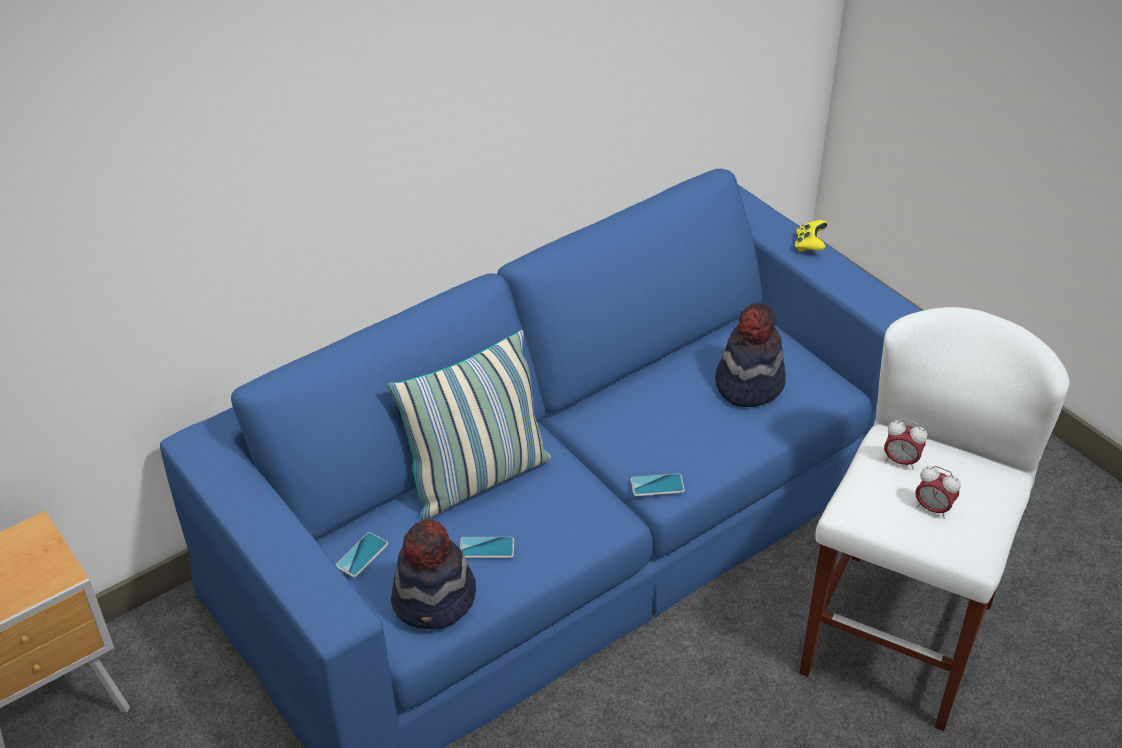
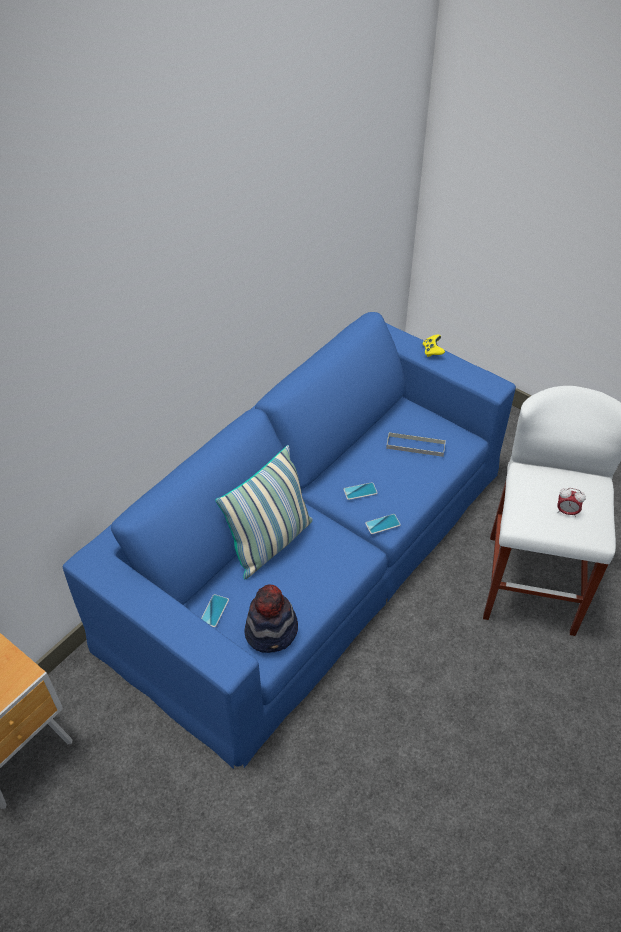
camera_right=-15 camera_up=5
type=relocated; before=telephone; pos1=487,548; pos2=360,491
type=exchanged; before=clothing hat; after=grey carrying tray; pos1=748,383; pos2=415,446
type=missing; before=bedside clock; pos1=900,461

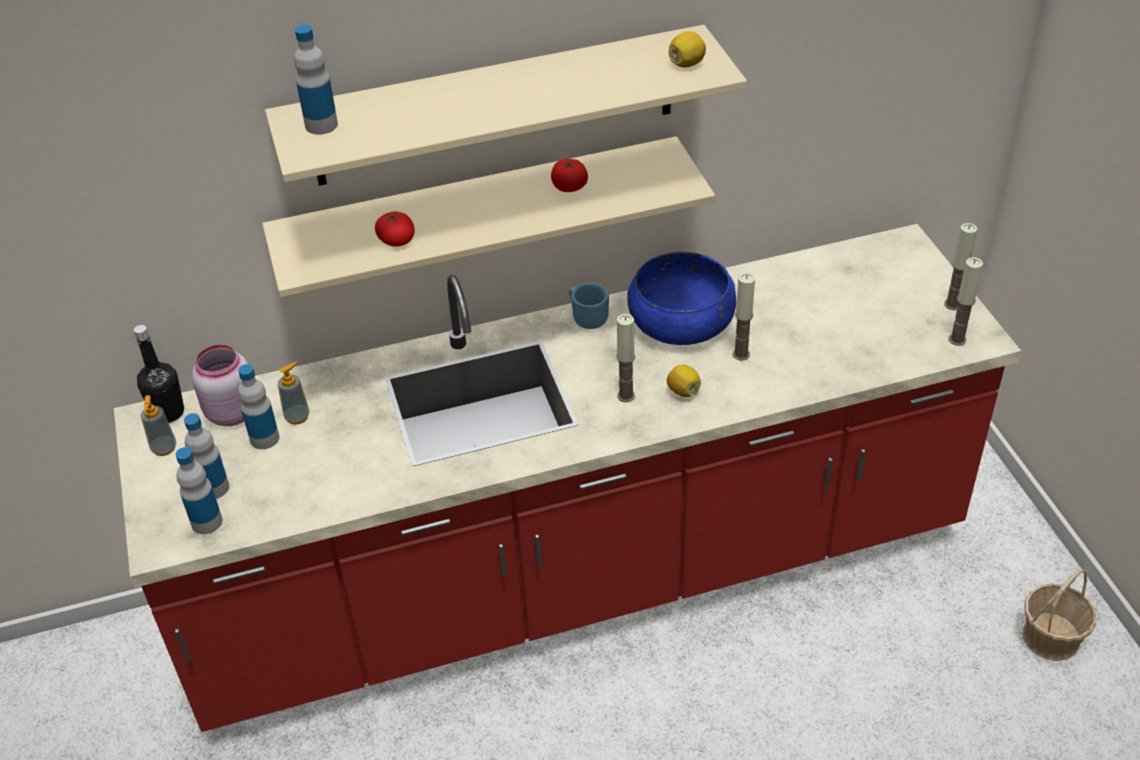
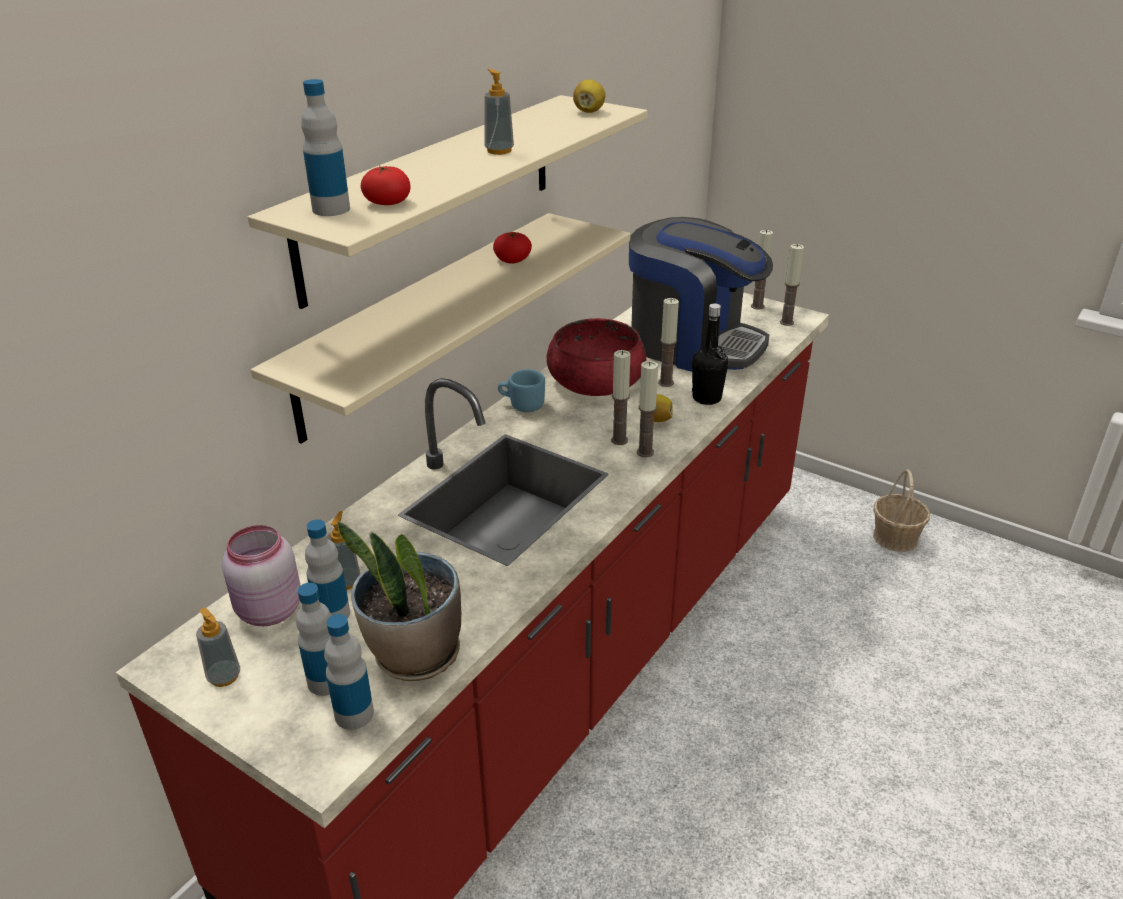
camera_right=-40 camera_up=-10
type=appeared; after=houseplant; pos2=415,655
type=relocated; before=whole tomato; pos1=396,240; pos2=387,202
type=appeared; after=soap dispenser; pos2=499,151
type=colour; before=bluish deep dish; after=red-coloured deep dish; pos1=680,320; pos2=596,380
type=appeared; after=coffee maker; pos2=693,344
type=appeared; after=wax light; pos2=645,452
type=relocated; before=blackish drink bottle; pos1=168,412; pos2=706,398

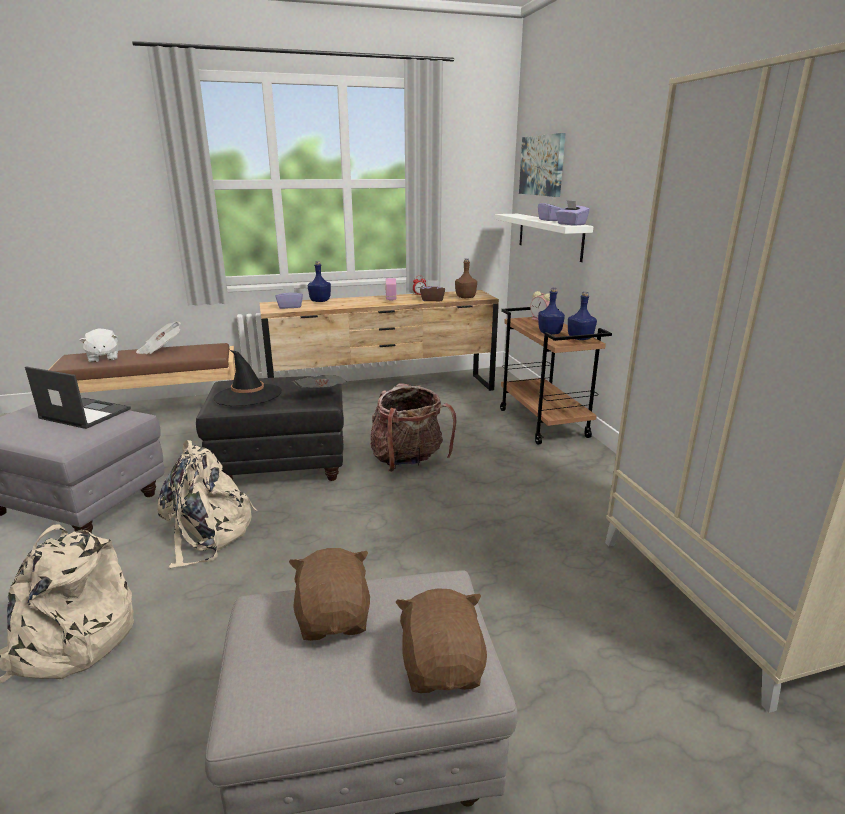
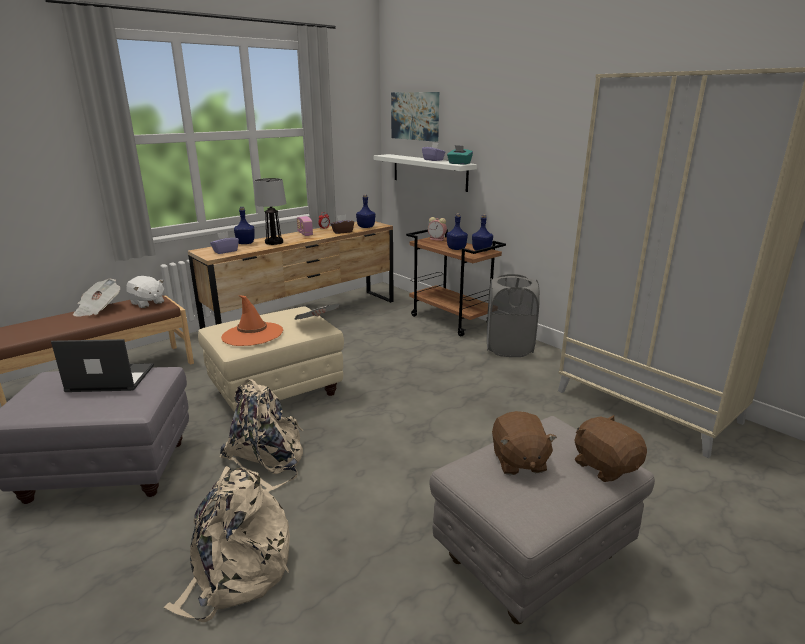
camera_right=-25 camera_up=0
type=relocated; before=white-coloured cuddly toy; pos1=103,358; pos2=147,303
type=colour; before=blackish pouffe; after=beige pouffe; pos1=282,465; pos2=276,393
type=colour; before=blackish clothing hat; after=orange-coloured clothing hat; pos1=248,395; pos2=252,334
type=appeared; after=tabletop lamp; pos2=274,242
type=colour; before=brown drink bottle; after=bluish drink bottle; pos1=465,297; pos2=365,227
type=colour; before=purplish box of tissues; after=blue-green box of tissues; pos1=570,224; pos2=459,163
type=appeared; after=grey laundry basket; pos2=509,348
type=spun; before=brown cuddly toy; pos1=334,618; pos2=518,461; turn=-150
type=missing; before=rucksack; pos1=408,460

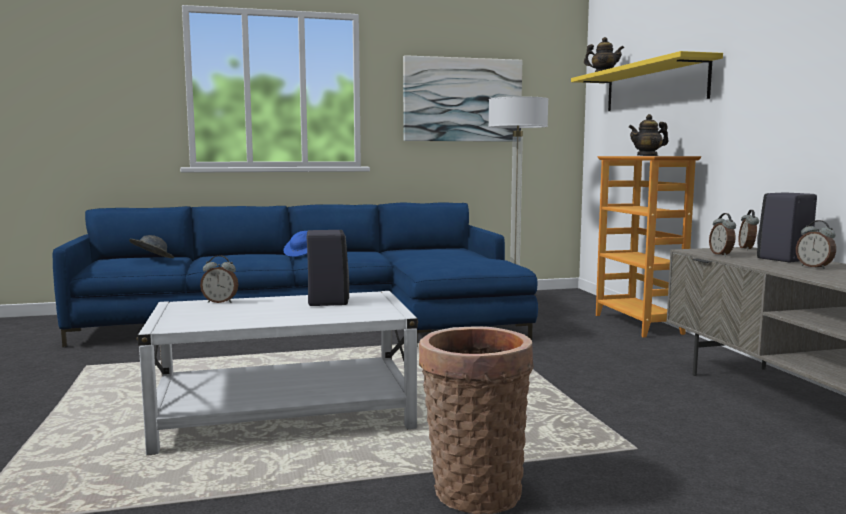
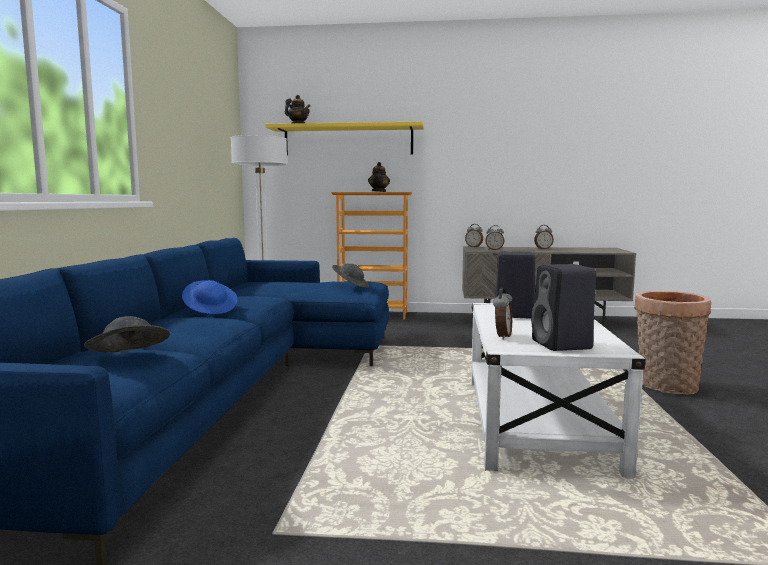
camera_right=-70 camera_up=0
type=appeared; after=grey clothing hat; pos2=350,286
type=relocated; before=blackish loudspeaker; pos1=783,259; pos2=563,345
type=missing; before=wall picture; pos1=462,100

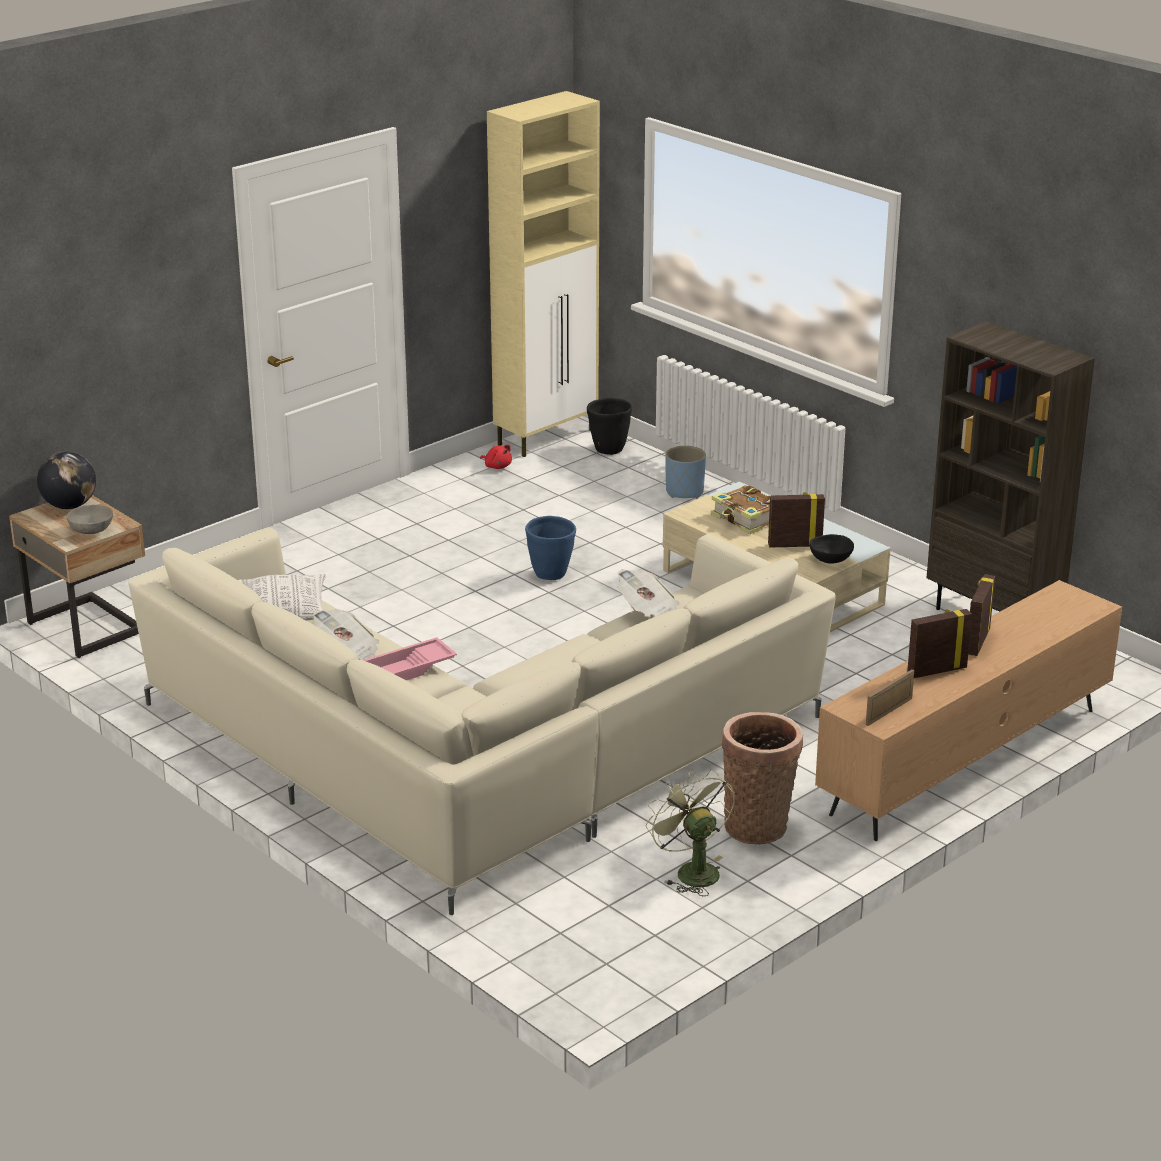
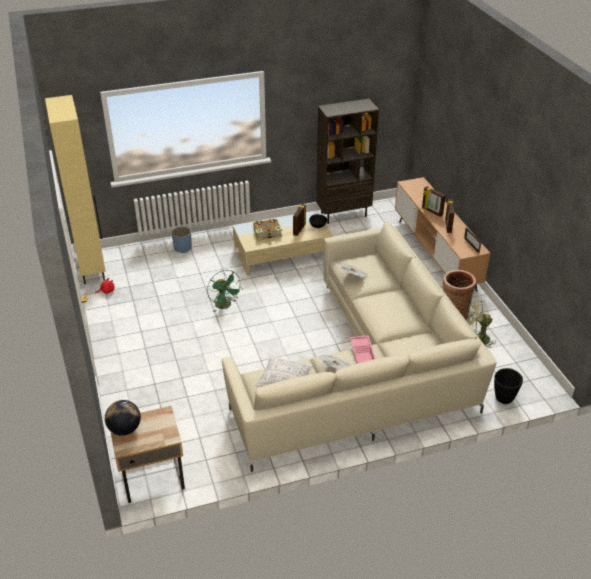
camera_right=-65 camera_up=10
type=exchanged; before=bluish plant pot; after=greenish fan; pos1=551,575; pos2=225,306
type=relocated; before=blackish plant pot; pos1=608,450; pos2=503,399
type=missing; before=grey deep dish; pos1=92,531

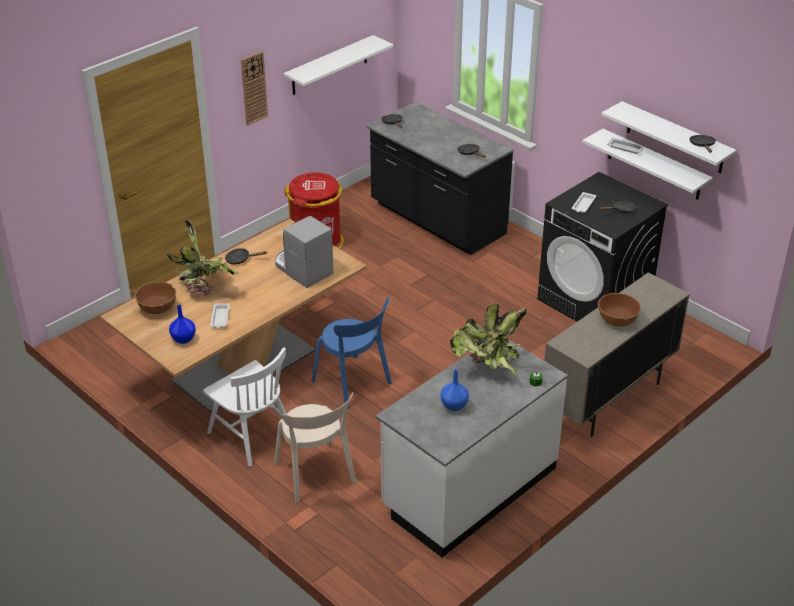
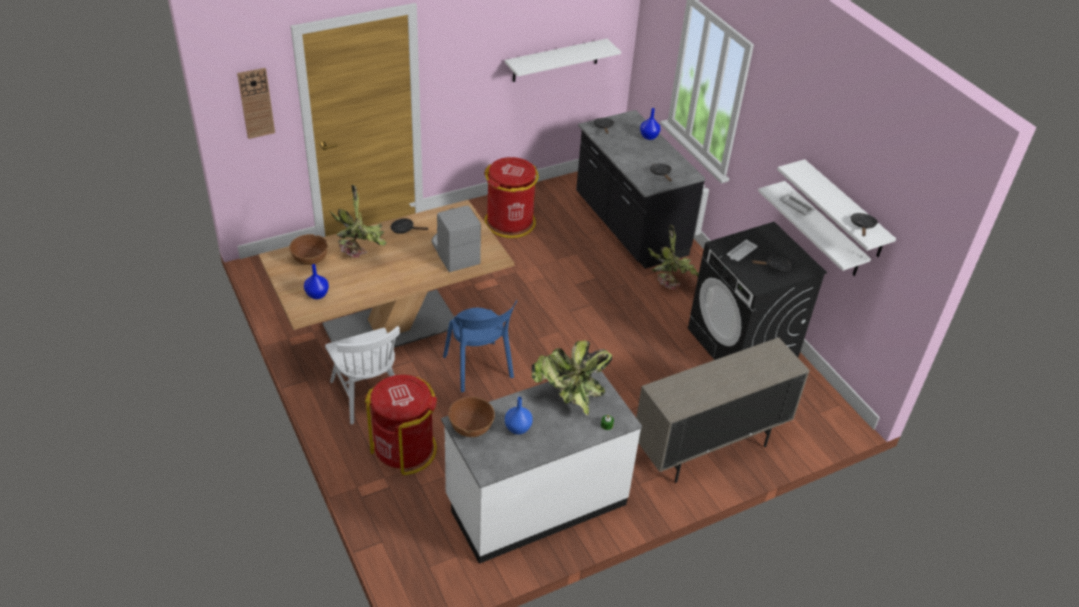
camera_right=15 camera_up=5
type=relocated; before=hanging clock; pos1=254,88; pos2=256,103
type=exchanged; before=beige upright chair; after=red-coloured trash can; pos1=316,475; pos2=404,449
type=relocated; before=brown deep dish; pos1=617,320; pos2=471,427
type=appeared; after=bluish flower vase; pos2=649,136
type=appeared; after=houseplant; pos2=673,282
type=missing; before=white-coloured carrying tray; pos1=220,318

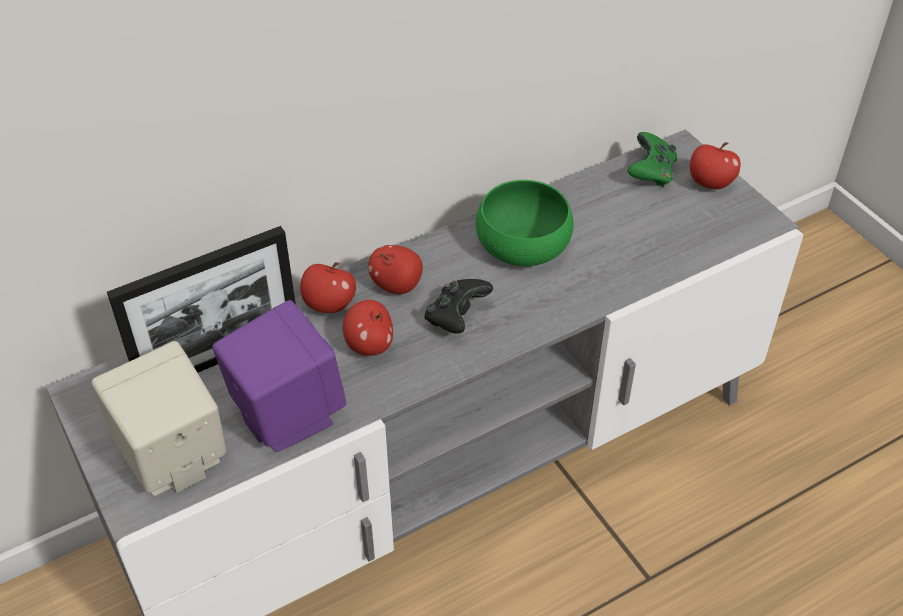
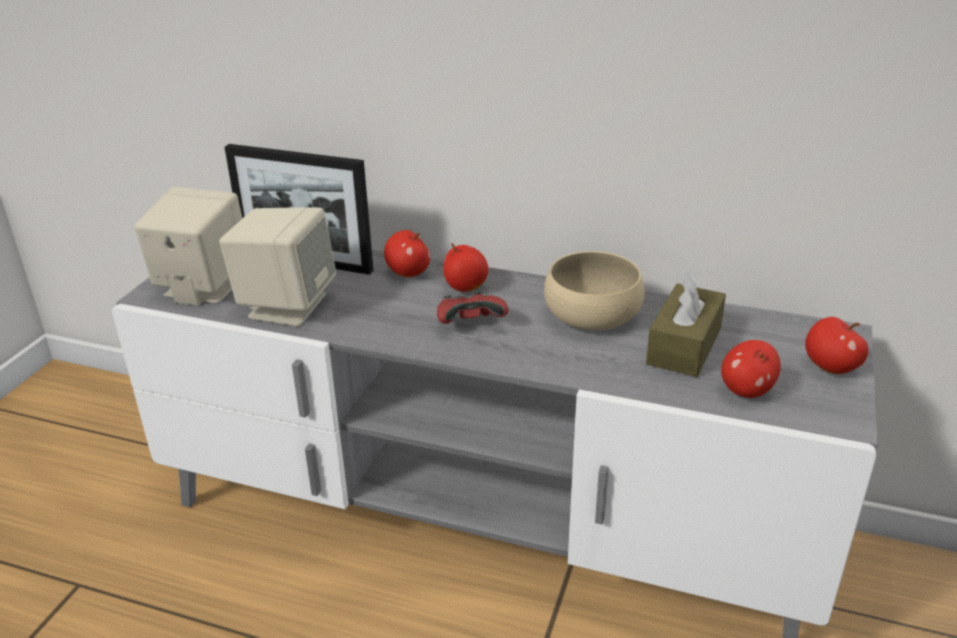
camera_right=50 camera_up=-15
type=colour; before=purplish loudspeaker; after=beige loudspeaker; pos1=286,414; pos2=286,306
type=colour; before=blackish gamepad; after=red-coloured gamepad; pos1=456,317; pos2=470,324
type=colour; before=greenish deep dish; after=beige deep dish; pos1=523,244; pos2=592,315
type=appeared; after=brown box of tissues; pos2=684,346
type=relocated; before=apple fruit; pos1=369,345; pos2=746,391
type=missing; before=greenish gamepad; pos1=651,173

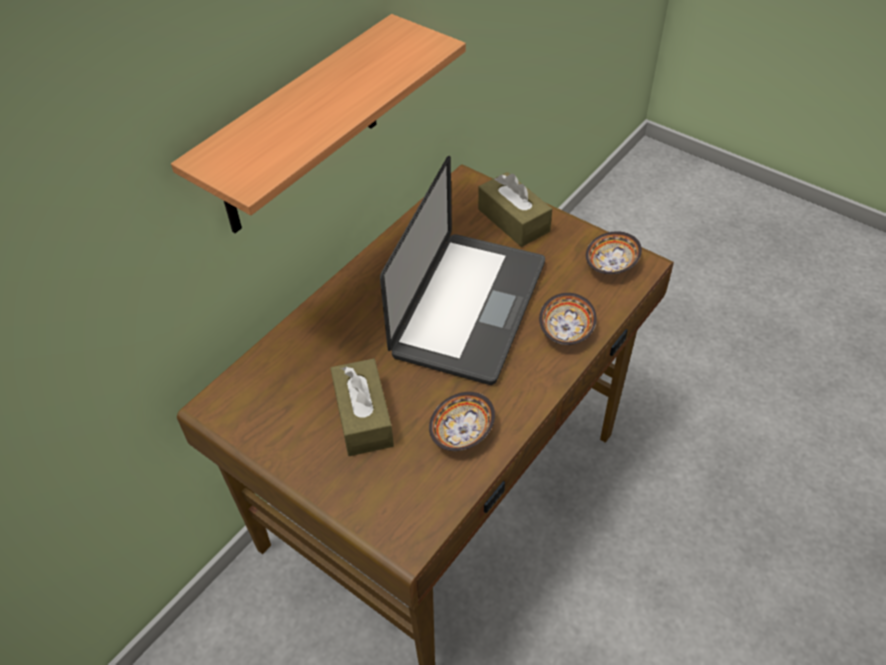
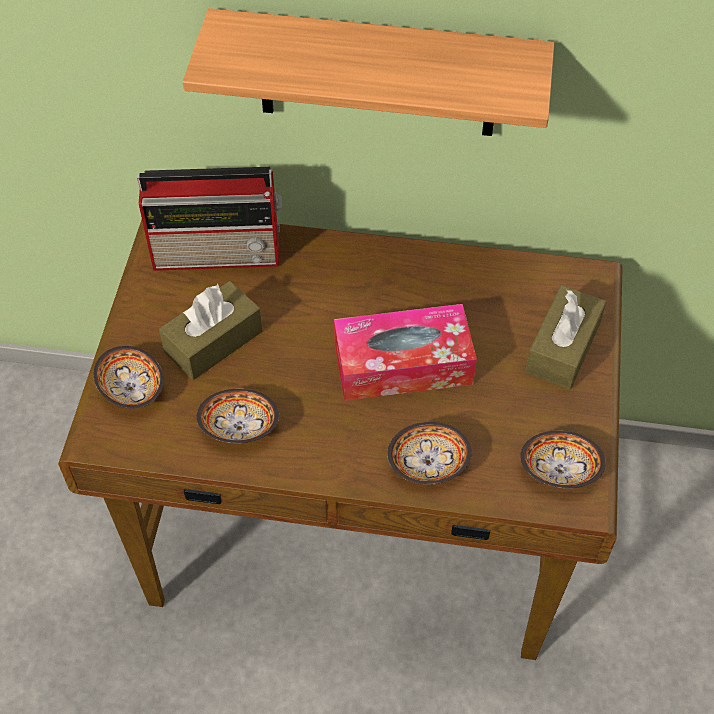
camera_right=60 camera_up=5
type=appeared; after=deep dish; pos2=132,389
type=appeared; after=radio; pos2=220,252
type=exchanged; before=notebook computer; after=box of tissues; pos1=469,308; pos2=402,364

